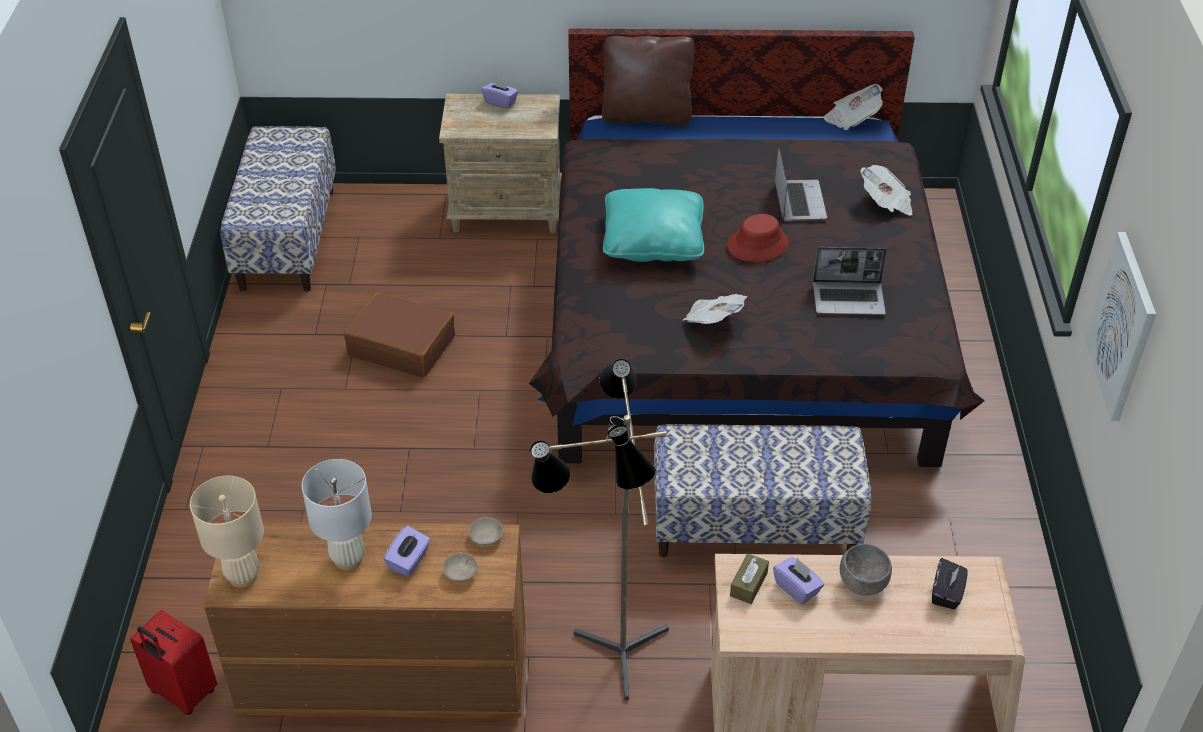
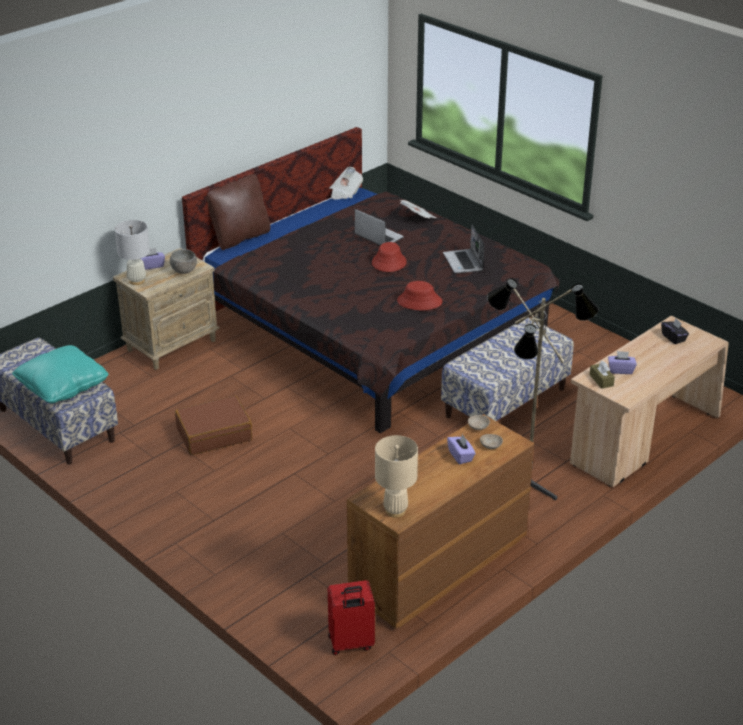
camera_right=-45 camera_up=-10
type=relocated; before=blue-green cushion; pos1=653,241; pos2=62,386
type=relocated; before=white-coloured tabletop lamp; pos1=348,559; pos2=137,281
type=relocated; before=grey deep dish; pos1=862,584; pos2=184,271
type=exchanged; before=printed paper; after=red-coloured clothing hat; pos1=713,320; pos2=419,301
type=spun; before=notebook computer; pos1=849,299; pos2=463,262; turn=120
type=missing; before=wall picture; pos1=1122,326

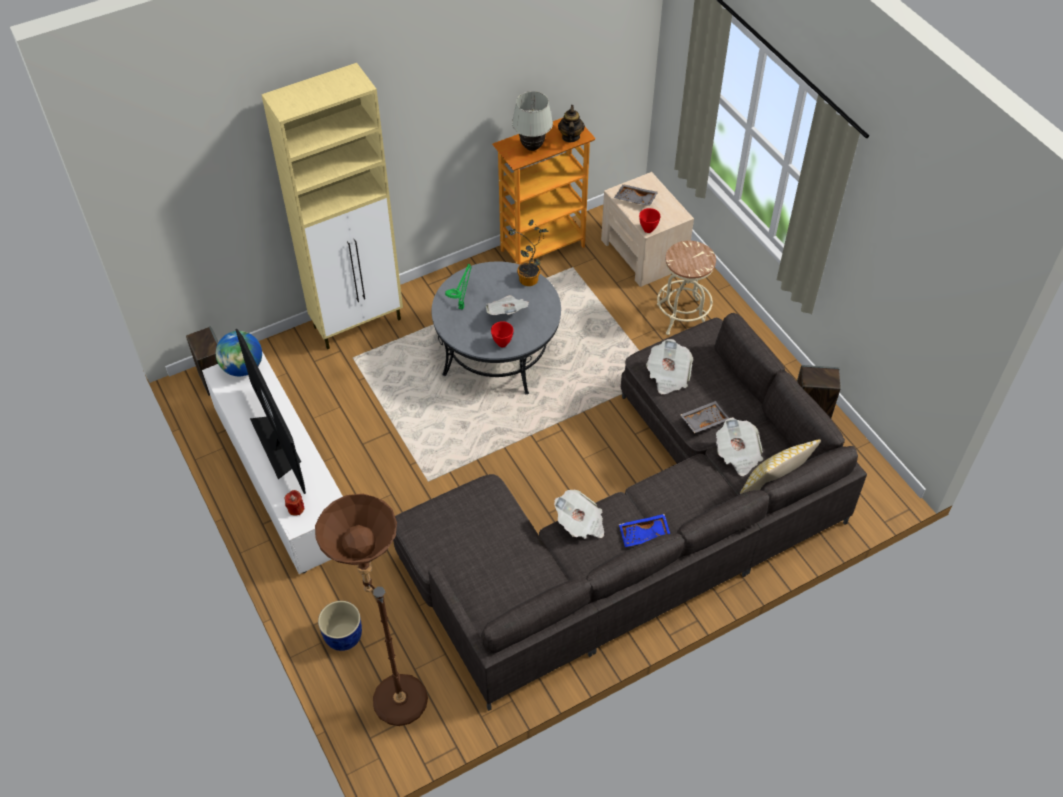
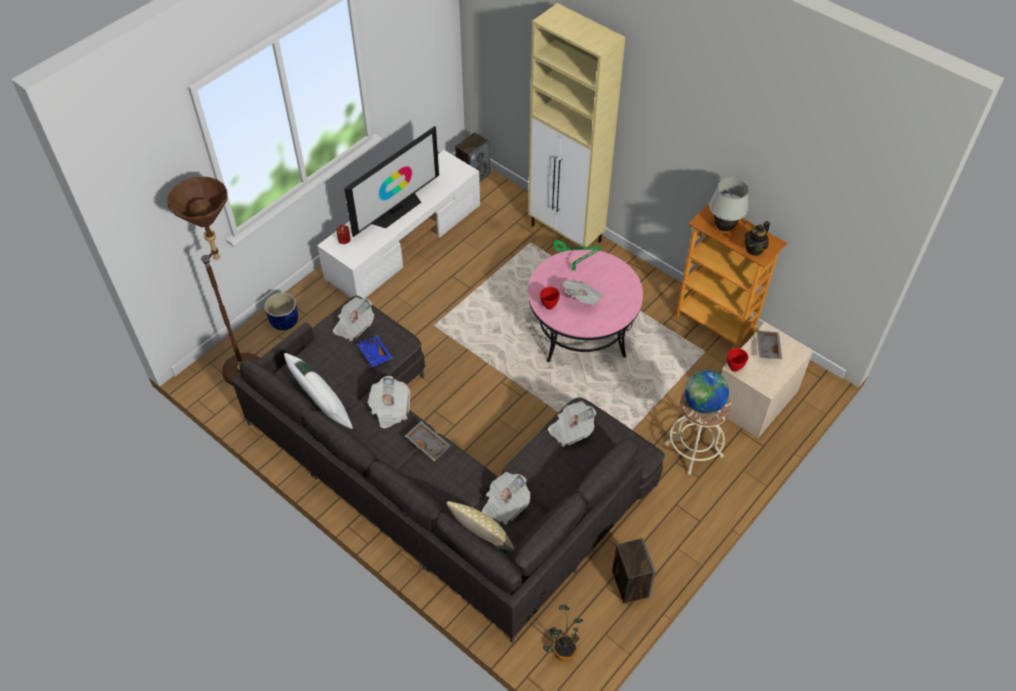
camera_right=70 camera_up=0
type=appeared; after=white-coloured cushion; pos2=321,403
type=appeared; after=printed paper; pos2=354,326
type=relocated; before=bluish carrying tray; pos1=644,535; pos2=374,354
type=relocated; before=grey carrying tray; pos1=703,420; pos2=428,443
type=colour; before=grey coffee table; after=pink-coloured coffee table; pos1=497,352; pos2=581,329
type=relocated; before=houseplant; pos1=529,281; pos2=561,653
type=relocated; before=globe; pos1=243,368; pos2=703,404
type=spun; before=pot for tea; pos1=570,137; pos2=754,249; turn=150

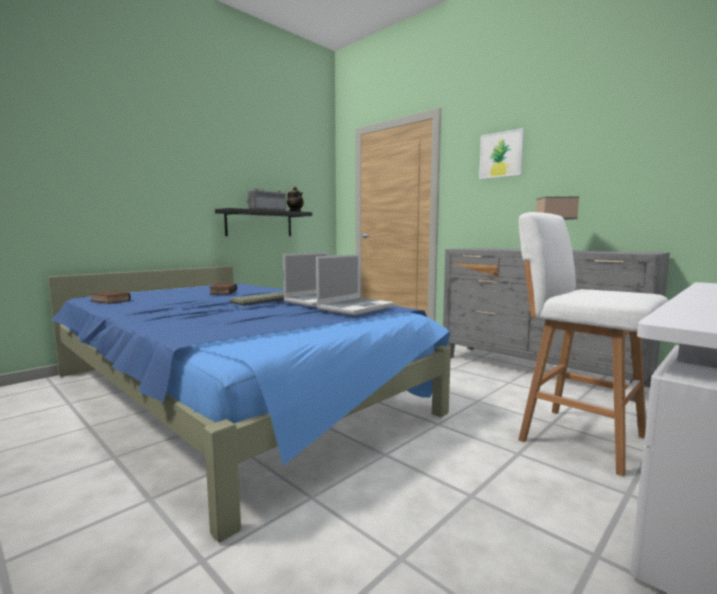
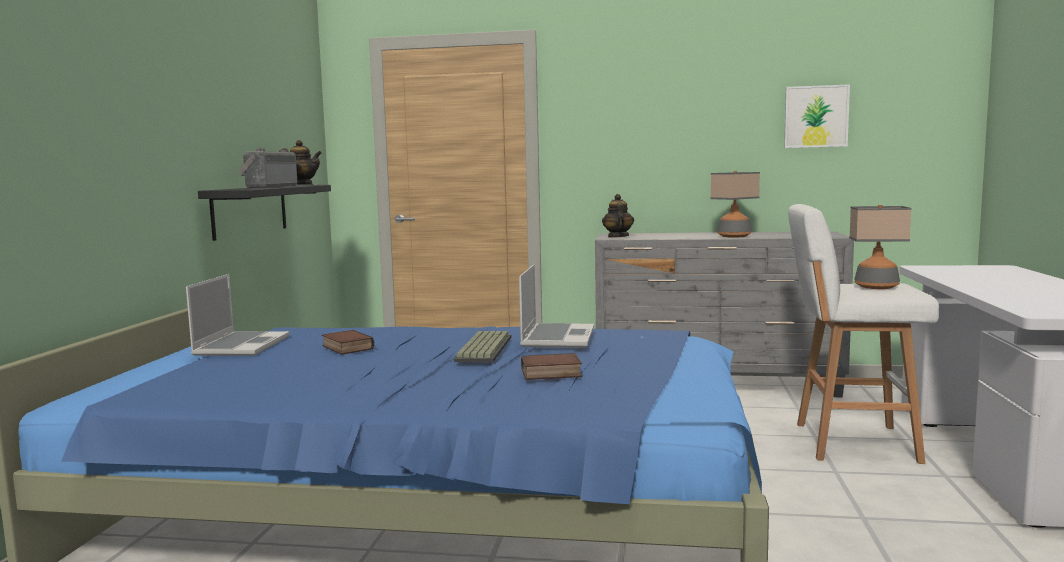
camera_right=-35 camera_up=0
type=relocated; before=notebook computer; pos1=355,307; pos2=241,346
type=relocated; before=volume; pos1=109,301; pos2=550,373
type=appeared; after=pot for tea; pos2=617,237
type=relocated; before=wall picture; pos1=501,155; pos2=816,116
type=appeared; after=tabletop lamp; pos2=876,287

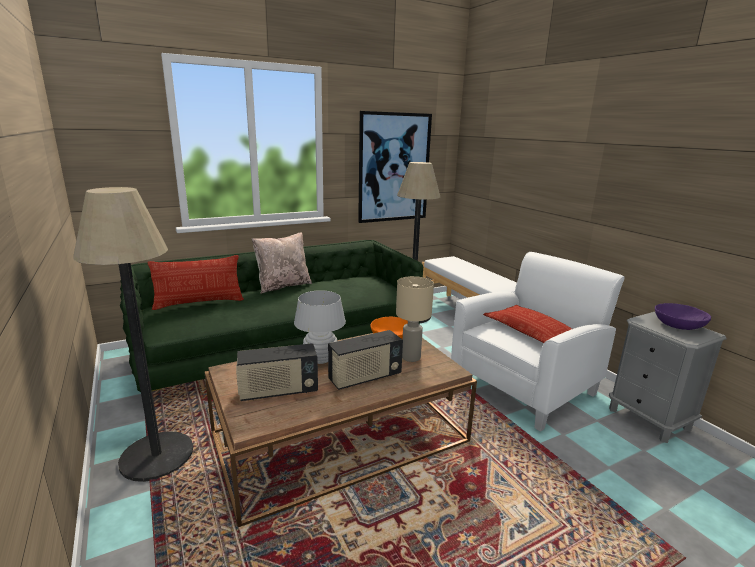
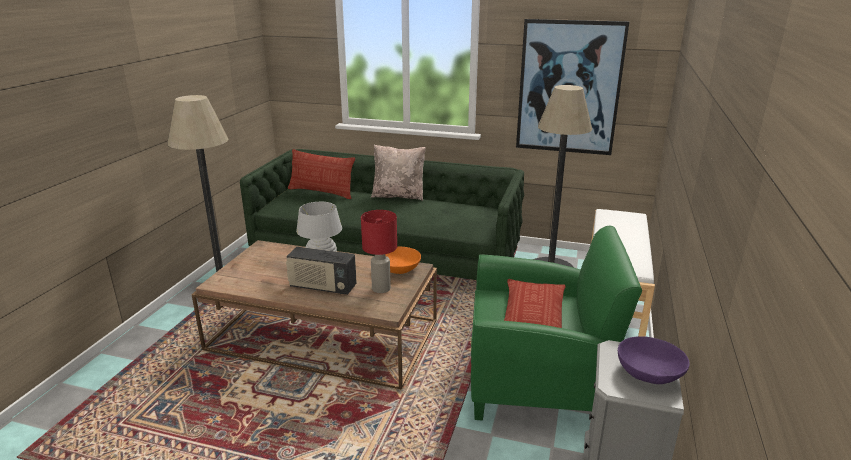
camera_right=45 camera_up=5
type=colour; before=beige tabletop lamp; after=red-coloured tabletop lamp; pos1=410,357; pos2=381,288
type=colour; before=white-coloured armchair; after=greenish armchair; pos1=525,386; pos2=537,382
type=missing; before=radio; pos1=278,391

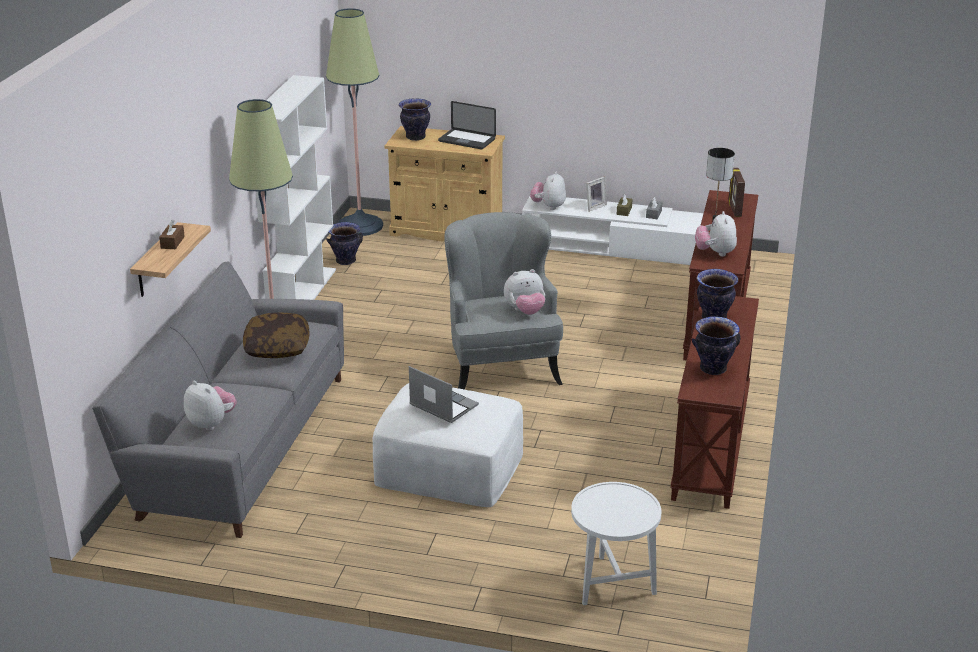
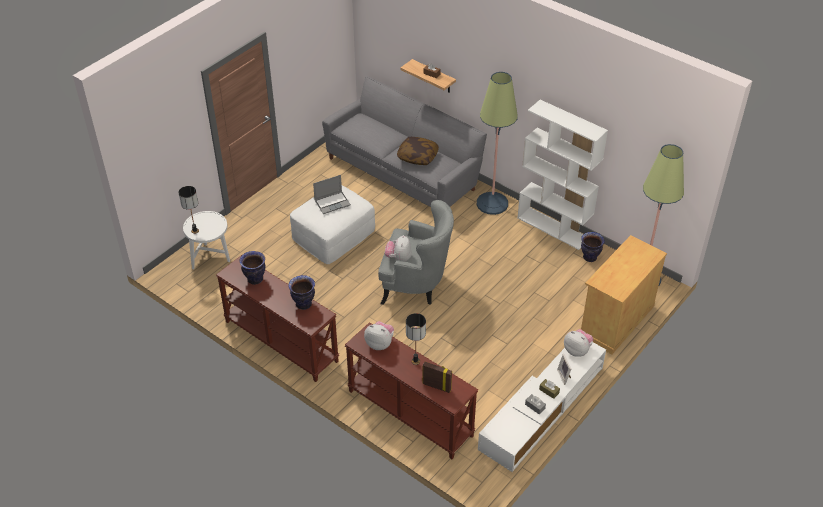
camera_right=115 camera_up=15
type=appeared; after=tabletop lamp; pos2=195,231
type=missing; before=cuddly toy; pos1=211,423
type=missing; before=flower vase; pos1=415,137
type=missing; before=notebook computer; pos1=467,140

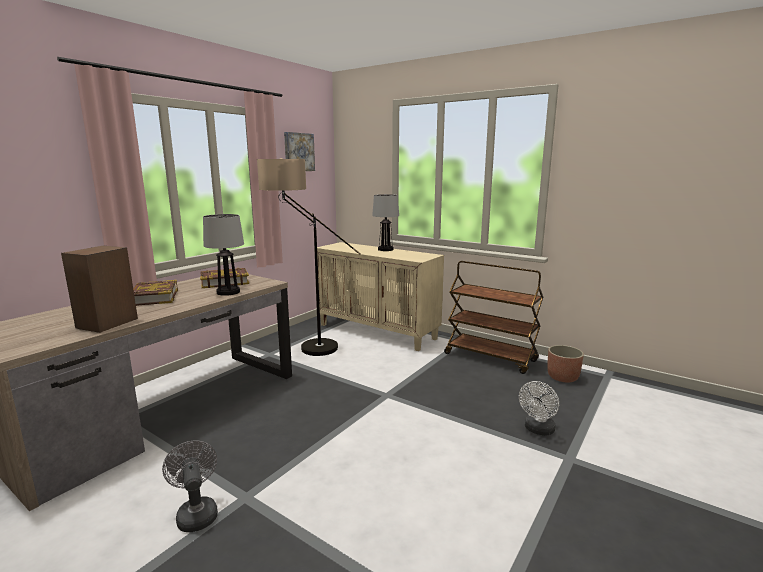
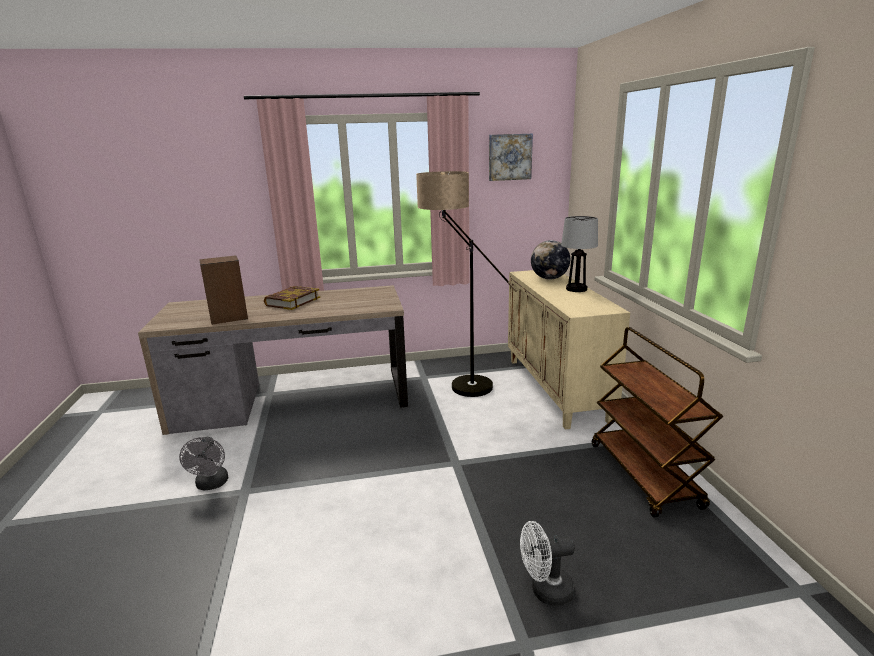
camera_right=45 camera_up=5
type=spun; before=grey fan; pos1=196,513; pos2=211,485; turn=150
type=appeared; after=globe; pos2=549,278
type=missing; before=volume; pos1=224,282
type=missing; before=tabletop lamp; pos1=228,292
type=missing; before=plant pot; pos1=563,377

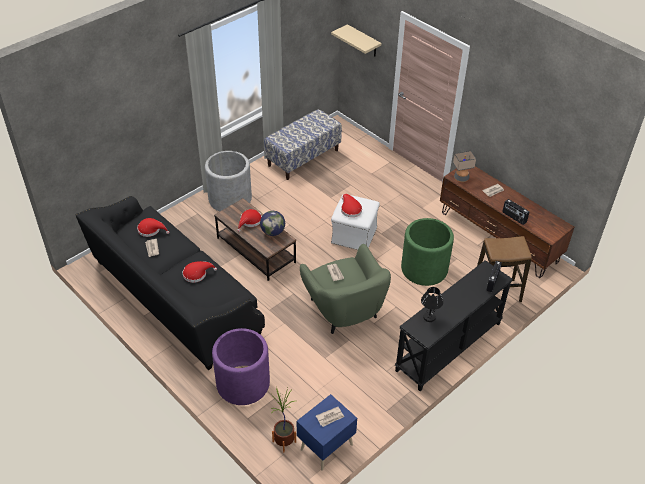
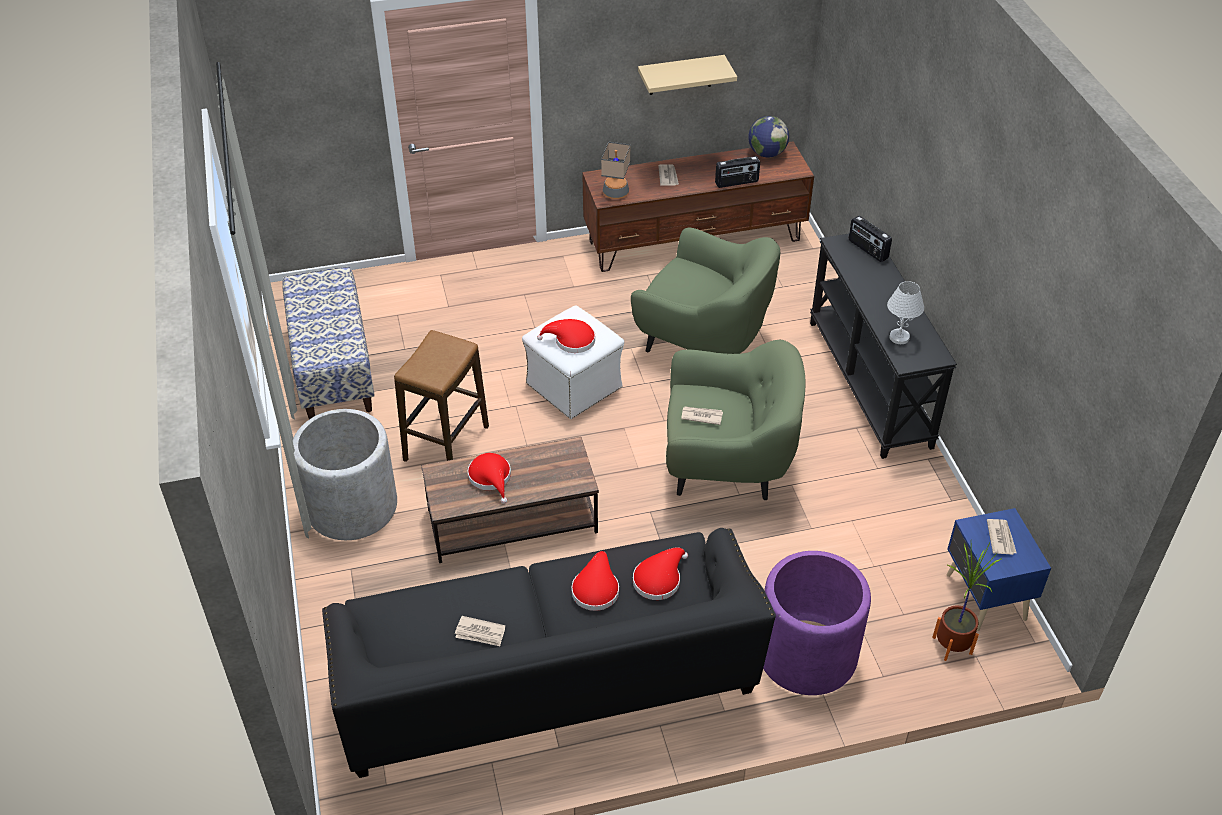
camera_right=-60 camera_up=0
type=relocated; before=sitting stool; pos1=496,292; pos2=446,444
type=exchanged; before=greenish plant pot; after=greenish armchair; pos1=424,269; pos2=703,341
type=relocated; before=red-coloured clothing hat; pos1=151,230; pos2=659,579
type=relocated; before=beige shelf; pos1=363,41; pos2=680,75
type=relocated; before=globe; pos1=273,232; pos2=767,153
type=colour; before=blackish tabletop lamp; after=white-coloured tabletop lamp; pos1=429,317; pos2=899,337

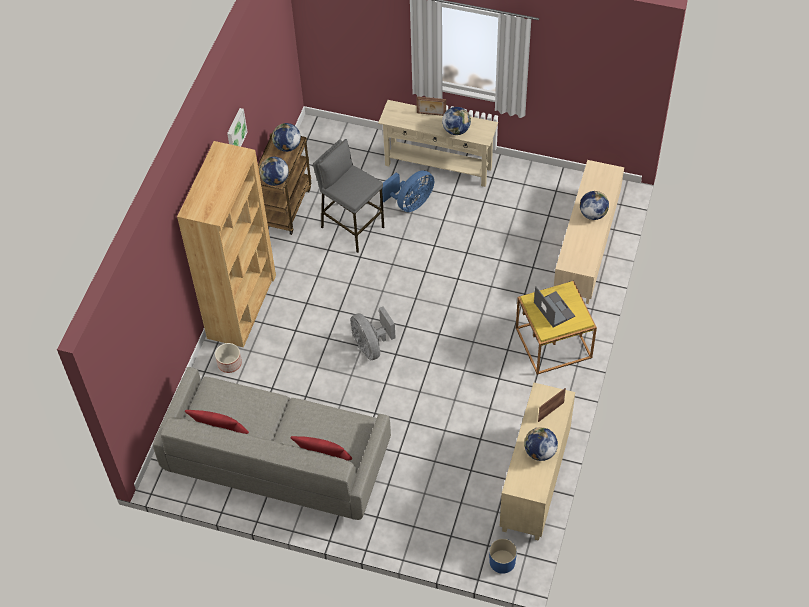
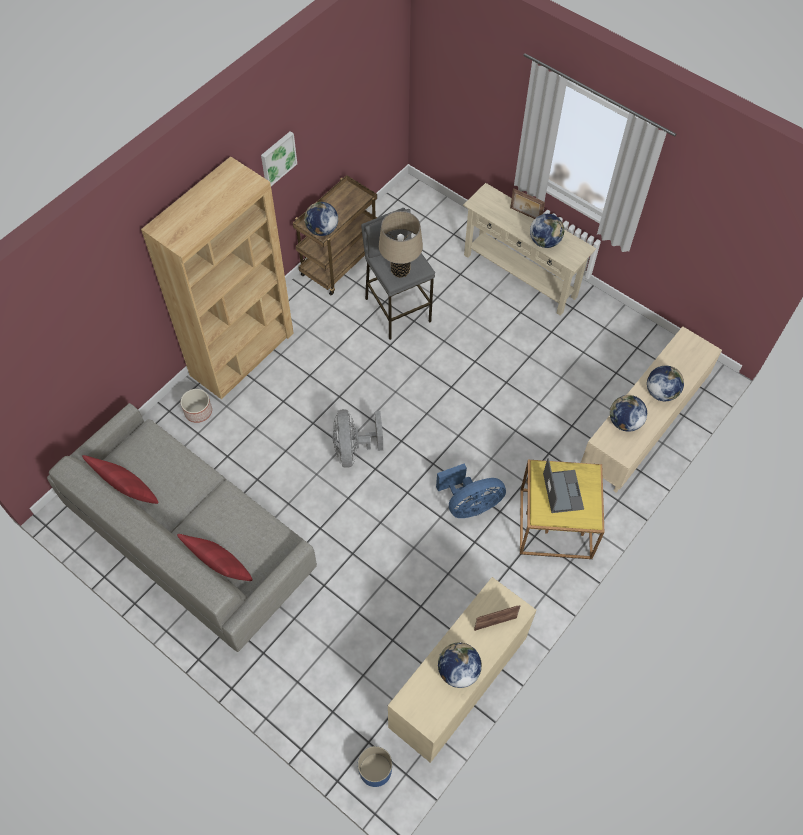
camera_right=20 camera_up=5
type=appeared; after=beige tabletop lamp; pos2=400,271
type=relocated; before=bluish fan; pos1=410,203; pos2=470,505
type=relocated; before=globe; pos1=287,146; pos2=624,422

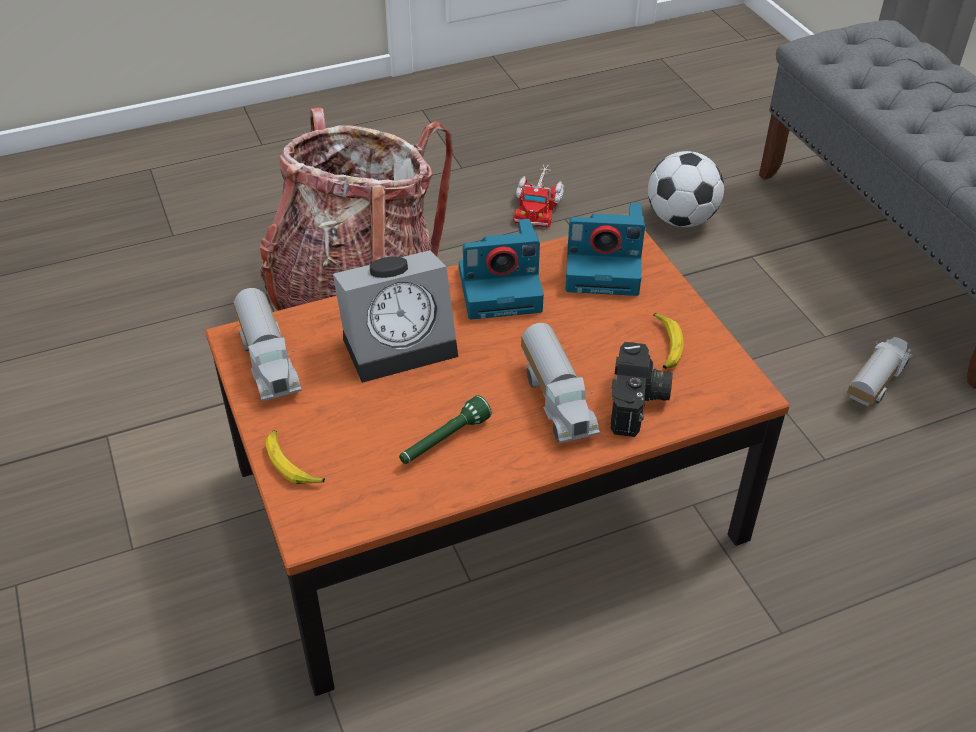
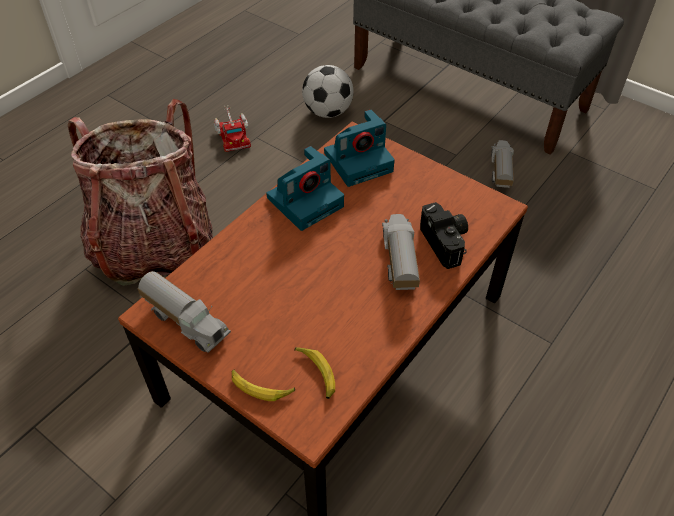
camera_right=-30 camera_up=5
type=relocated; before=banana; pos1=665,346; pos2=316,374
type=spun; before=toy lorry; pos1=558,400; pos2=398,262; turn=-135
type=missing; before=bedside clock; pos1=401,343
type=missing; before=greenish flashlight; pos1=444,441

